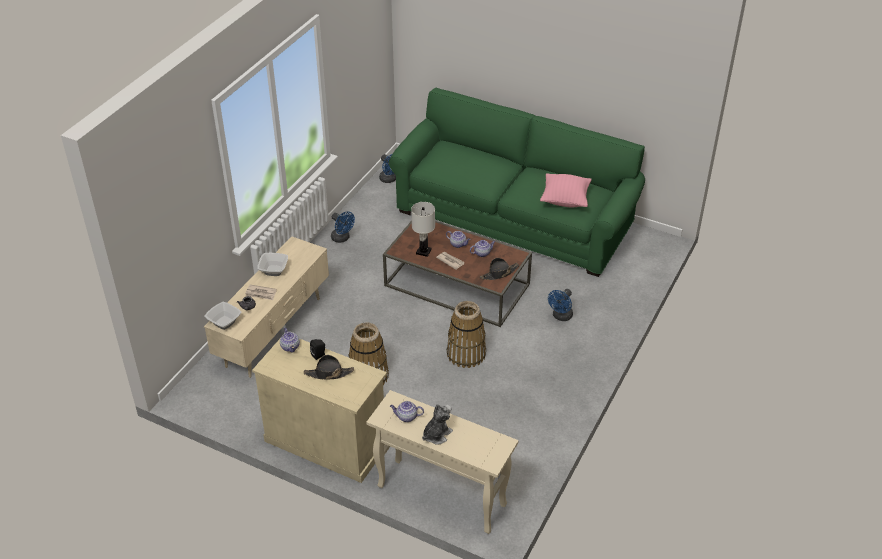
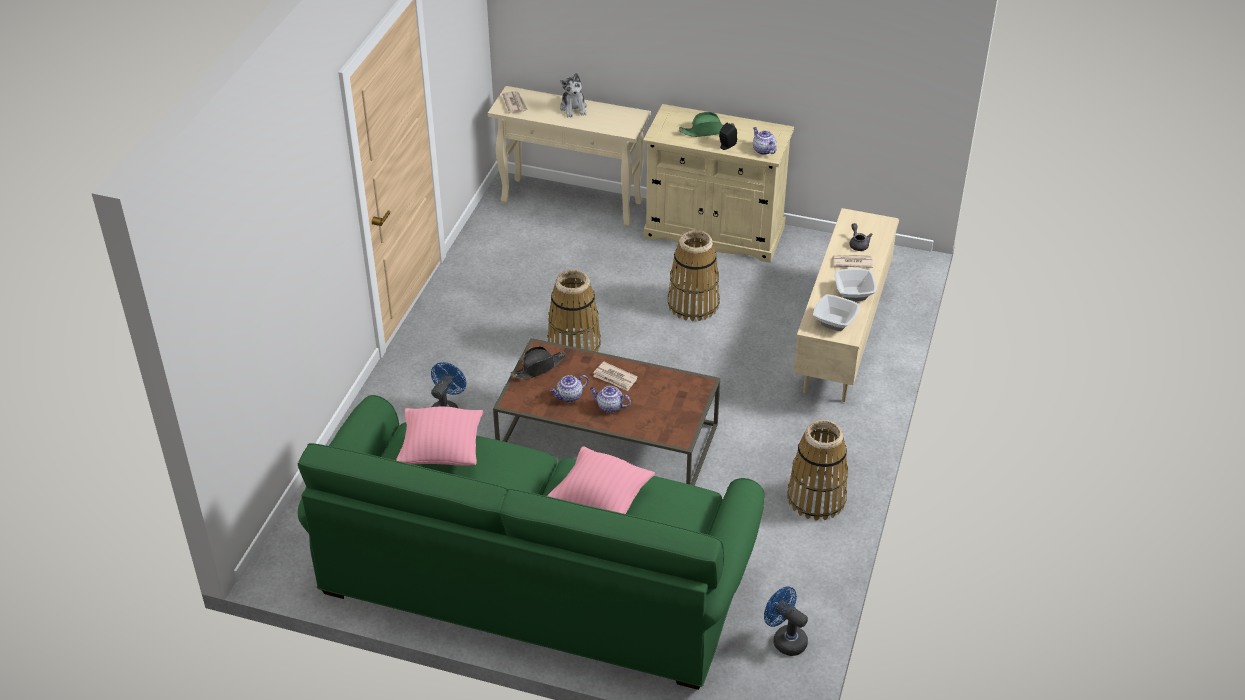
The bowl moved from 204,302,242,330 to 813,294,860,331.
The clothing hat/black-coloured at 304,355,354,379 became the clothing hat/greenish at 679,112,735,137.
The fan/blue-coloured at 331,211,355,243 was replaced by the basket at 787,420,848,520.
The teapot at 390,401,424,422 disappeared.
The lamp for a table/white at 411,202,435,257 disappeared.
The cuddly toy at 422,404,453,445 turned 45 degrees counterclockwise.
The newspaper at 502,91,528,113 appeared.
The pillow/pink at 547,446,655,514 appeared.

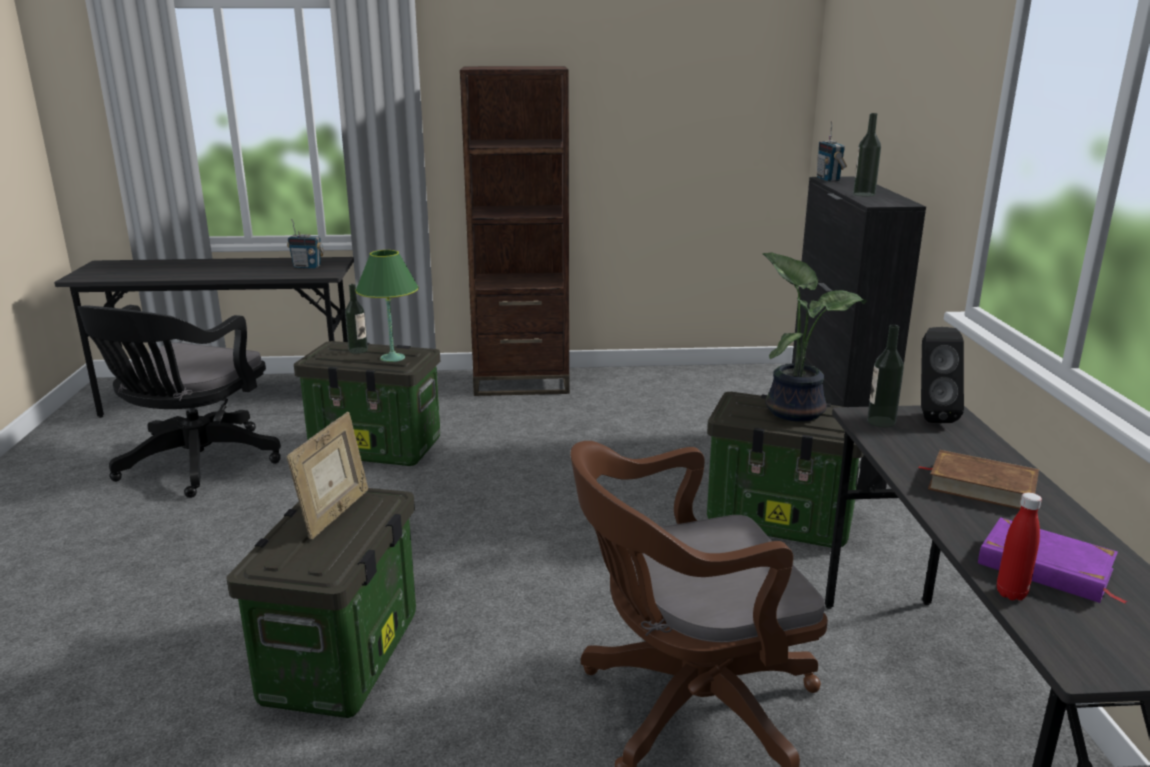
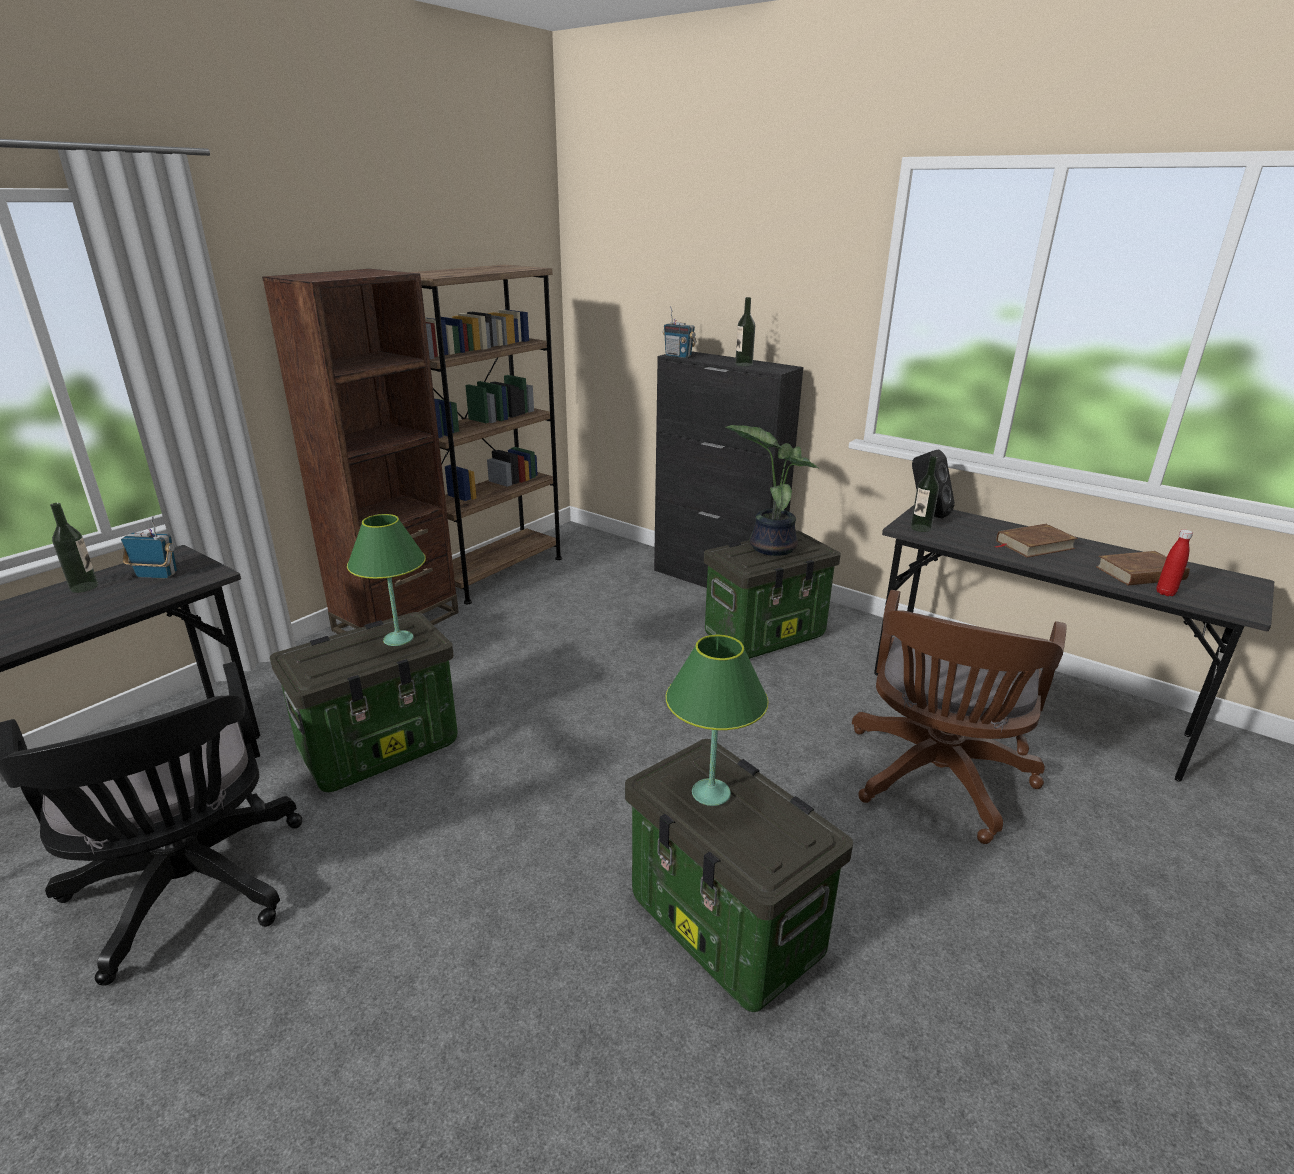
The radio receiver at 287,219,324,269 turned 135 degrees counterclockwise.
The picture frame at 287,412,368,539 was replaced by the lamp for a table/greenish at 666,635,769,806.
The bottle moved from 345,284,368,354 to 50,503,98,593.
The book/purple at 978,517,1128,604 became the book/brown-coloured at 1096,551,1190,585.
The bookshelf/brown-coloured at 409,265,562,604 appeared.

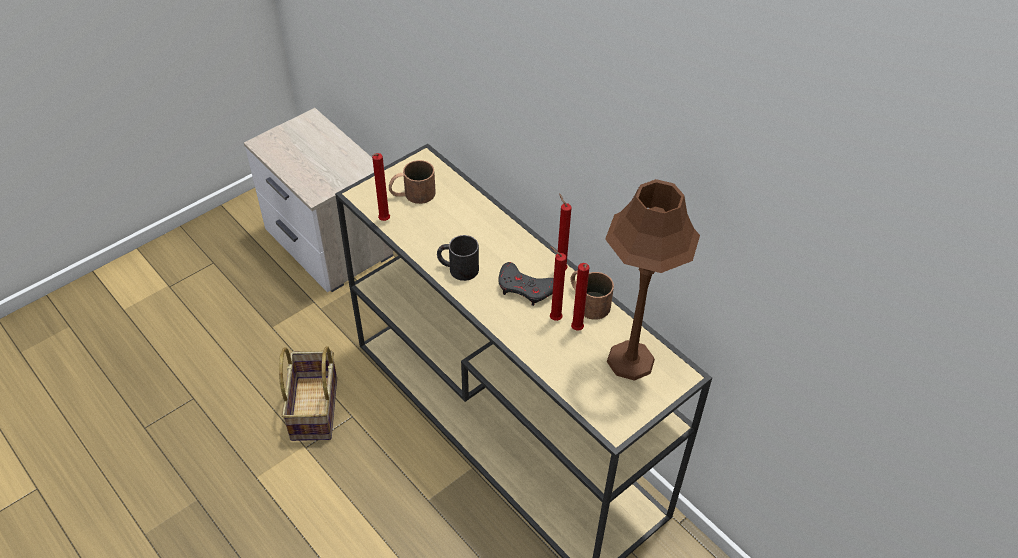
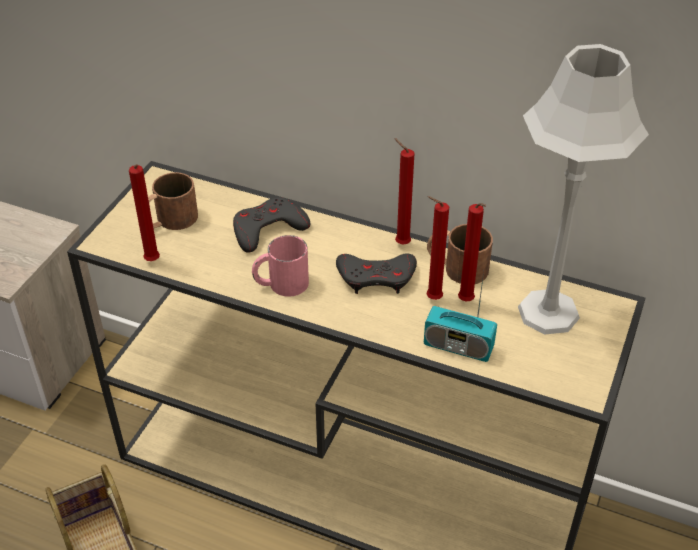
The mug/black-coloured at 437,235,479,281 became the mug/pink at 252,235,309,297.
The lamp for a table/brown-coloured at 605,179,700,381 became the lamp for a table/grey at 518,44,649,334.
The joypad/grey at 233,197,310,253 appeared.
The radio receiver at 424,271,497,362 appeared.

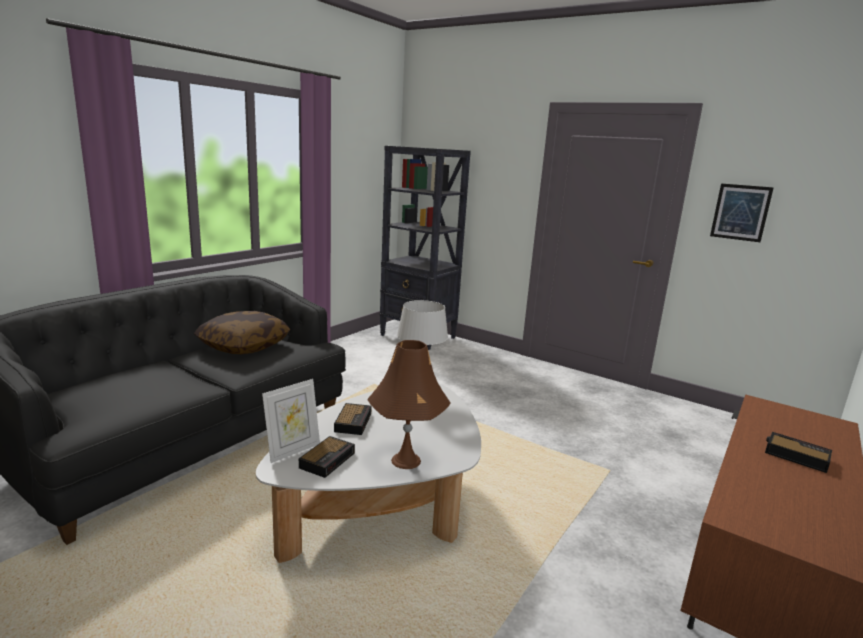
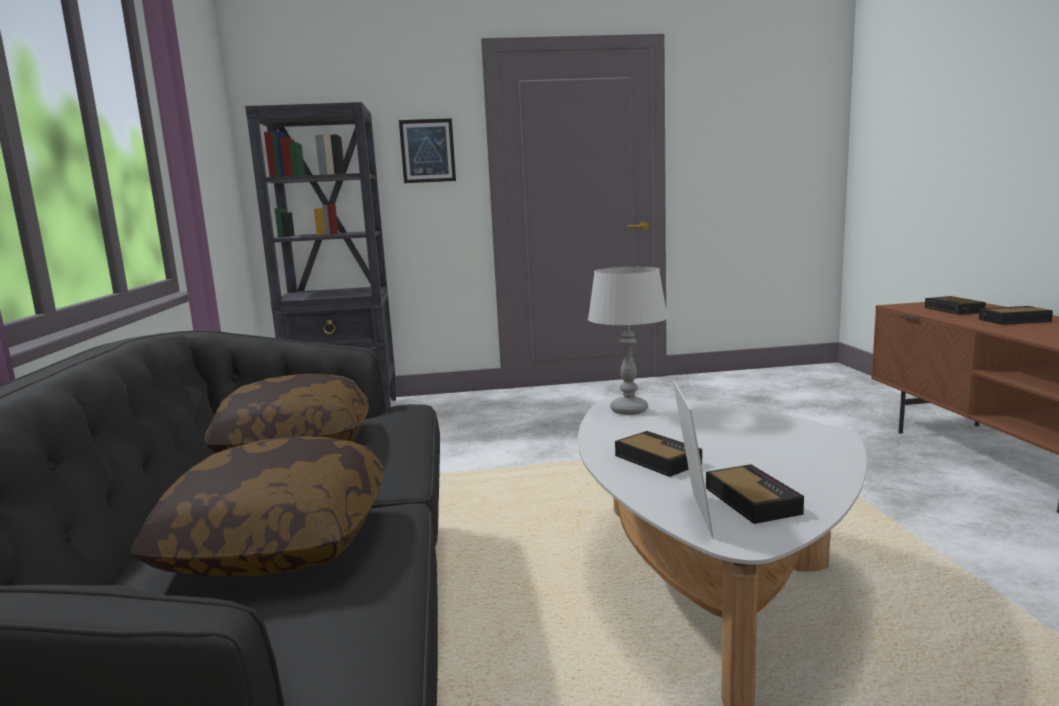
The lamp for a table/brown-coloured at 367,340,451,469 disappeared.
The picture moved from 710,183,774,242 to 399,118,456,183.
The pillow at 129,436,383,577 appeared.
The alarm clock at 925,296,986,315 appeared.

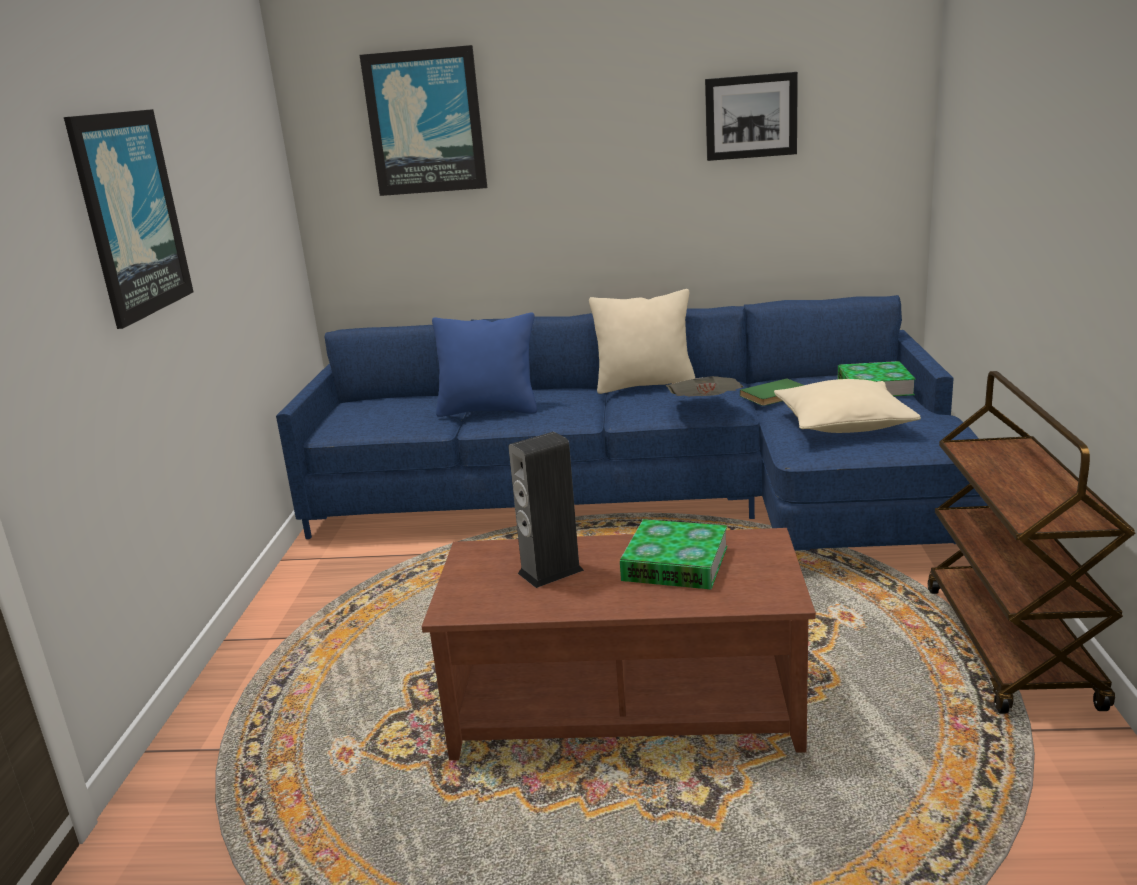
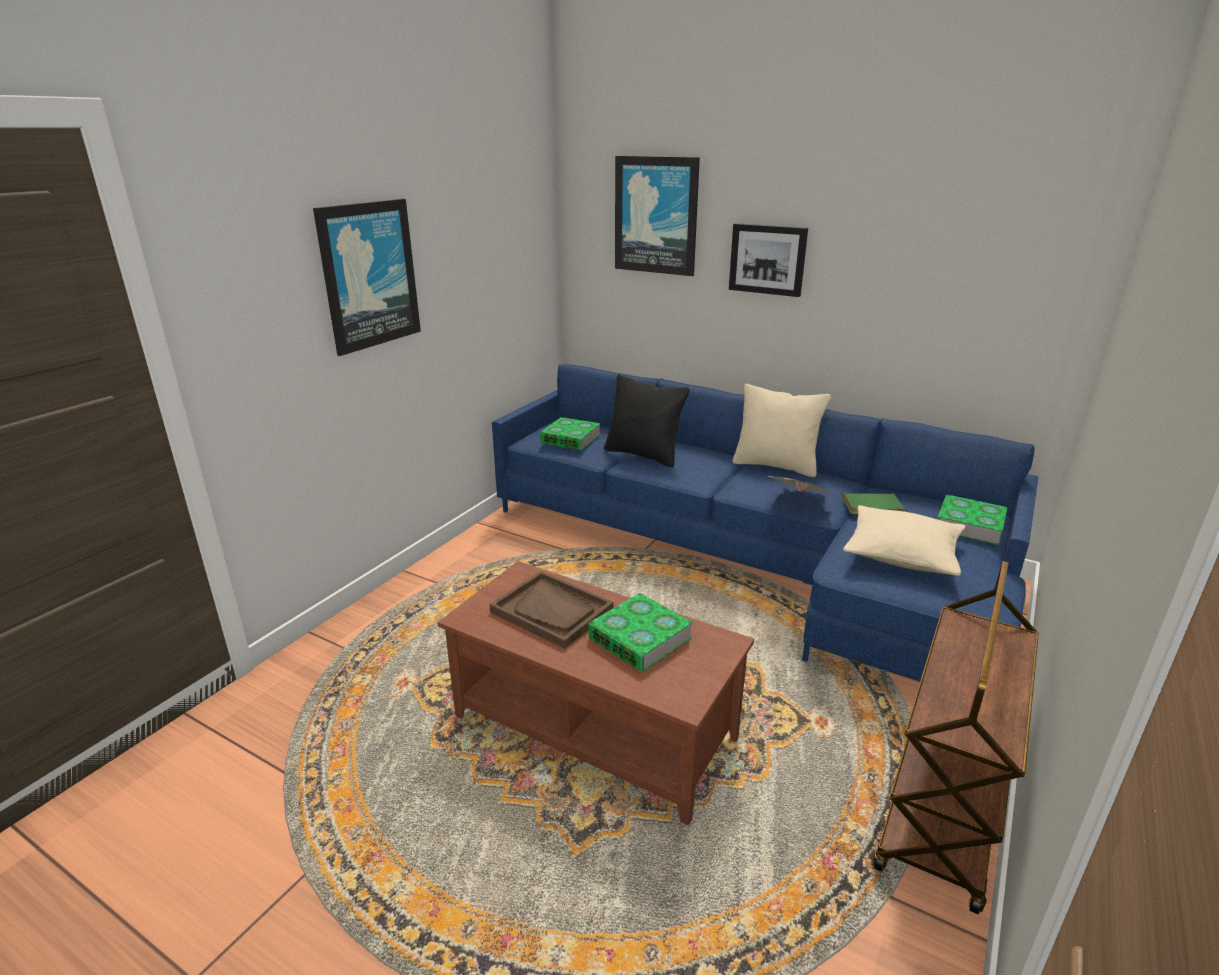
The pillow/blue-coloured at 432,313,537,417 became the pillow/black-coloured at 604,374,690,467.
The loudspeaker at 508,432,584,588 was replaced by the serving tray/brown-coloured at 490,571,614,649.
The picture moved from 705,72,798,161 to 729,223,808,297.
The book at 540,417,601,450 appeared.

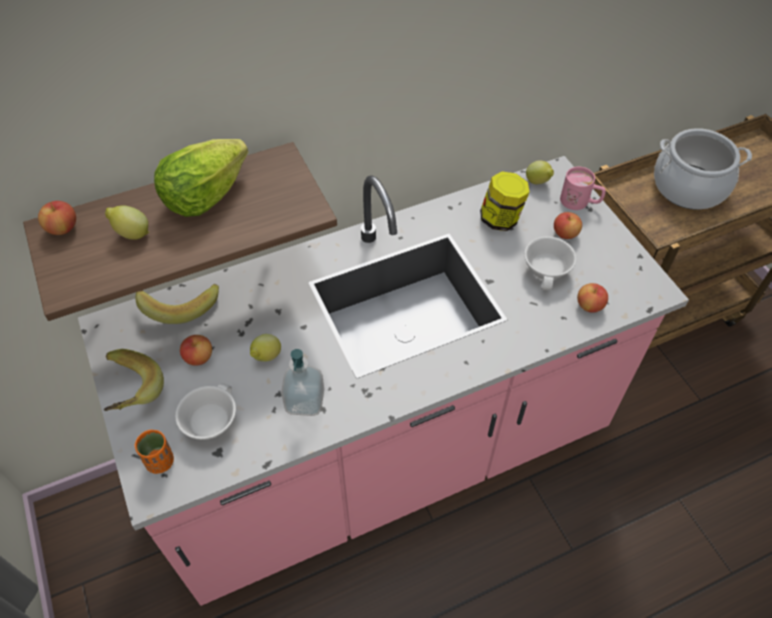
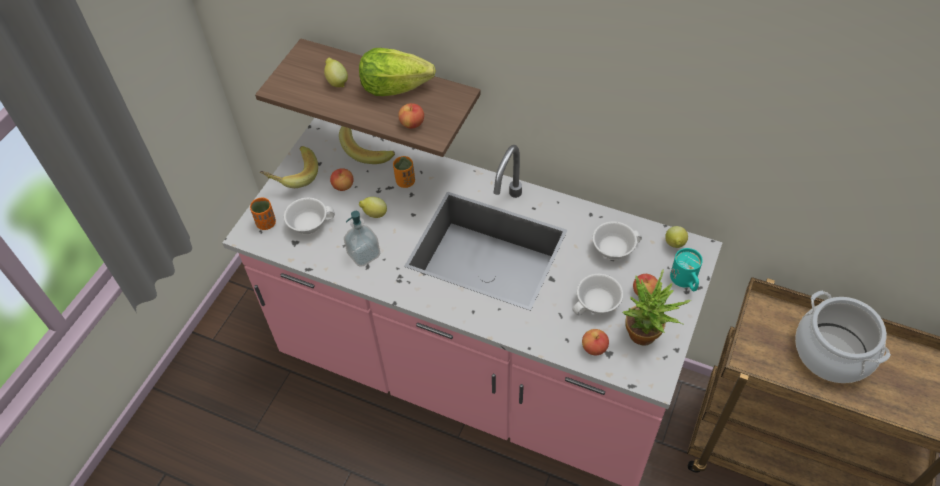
The apple moved from 38,201,76,235 to 398,103,424,129.
The storage jar at 480,171,529,231 was replaced by the small cup/white at 593,221,642,260.
The mug/pink at 560,167,606,210 became the mug/blue-green at 670,248,703,291.
The small cup/orange-coloured at 393,156,415,188 appeared.
The potted plant at 622,269,691,346 appeared.

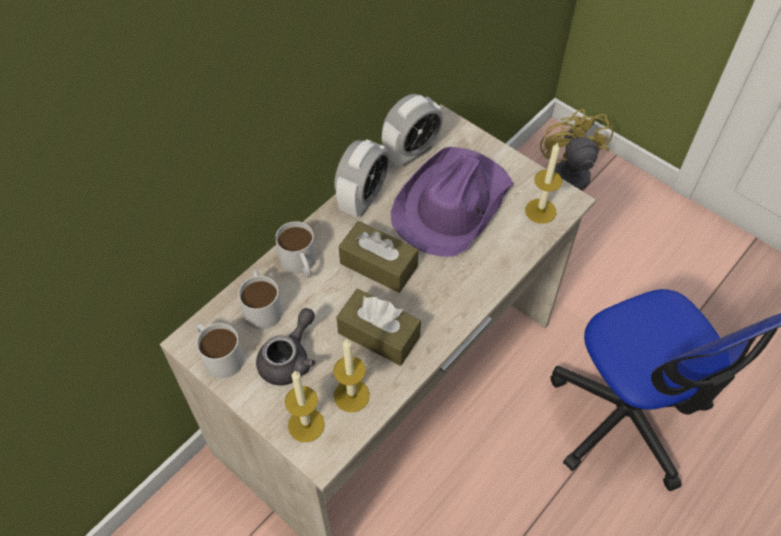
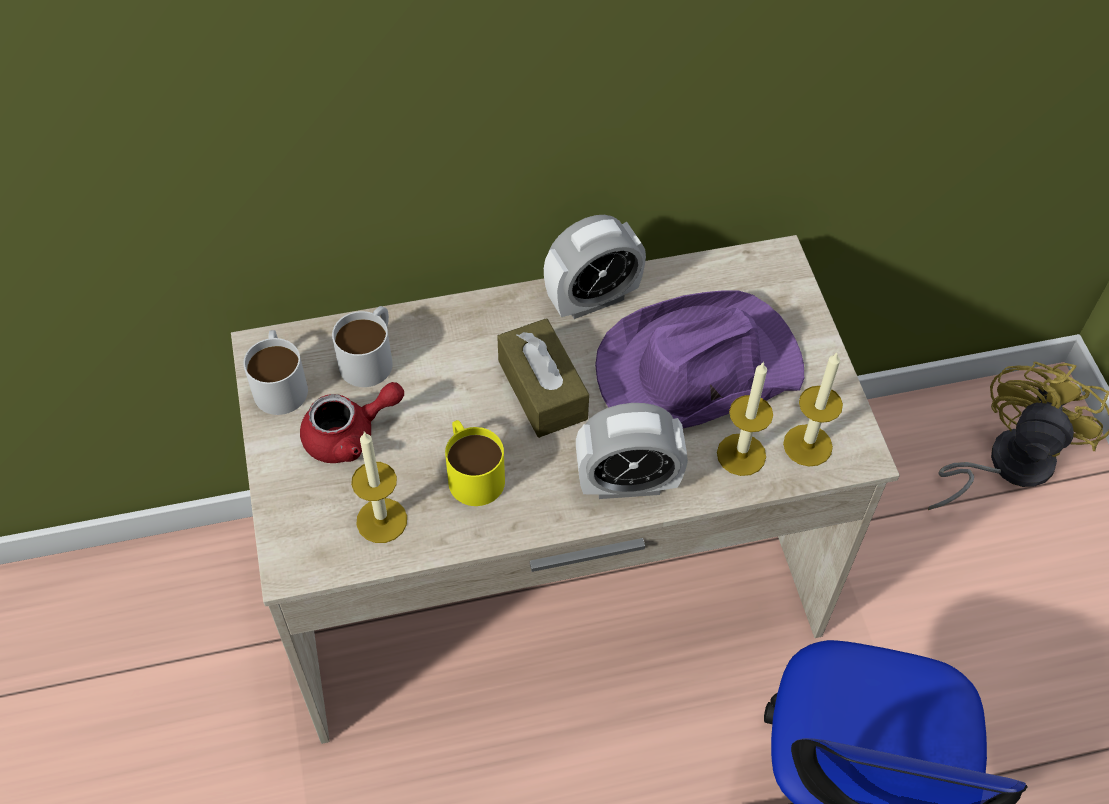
The teapot/grey at 256,308,316,386 became the teapot/red at 300,382,404,463.
The mug/white at 275,221,316,278 disappeared.
The wax candle moved from 285,371,325,442 to 717,361,773,476.
The tissue holder/brown-coloured at 336,289,421,366 was replaced by the mug/yellowish at 445,420,505,506.
The alarm clock moved from 382,94,443,167 to 576,403,688,499.

